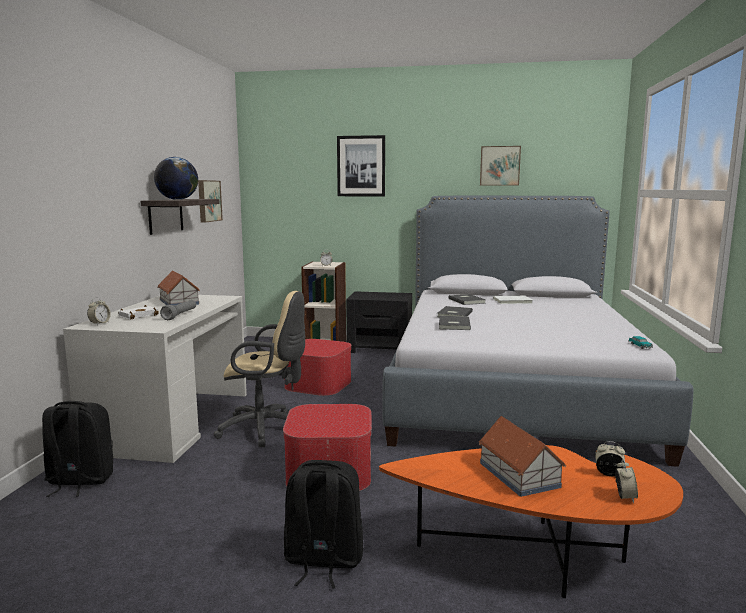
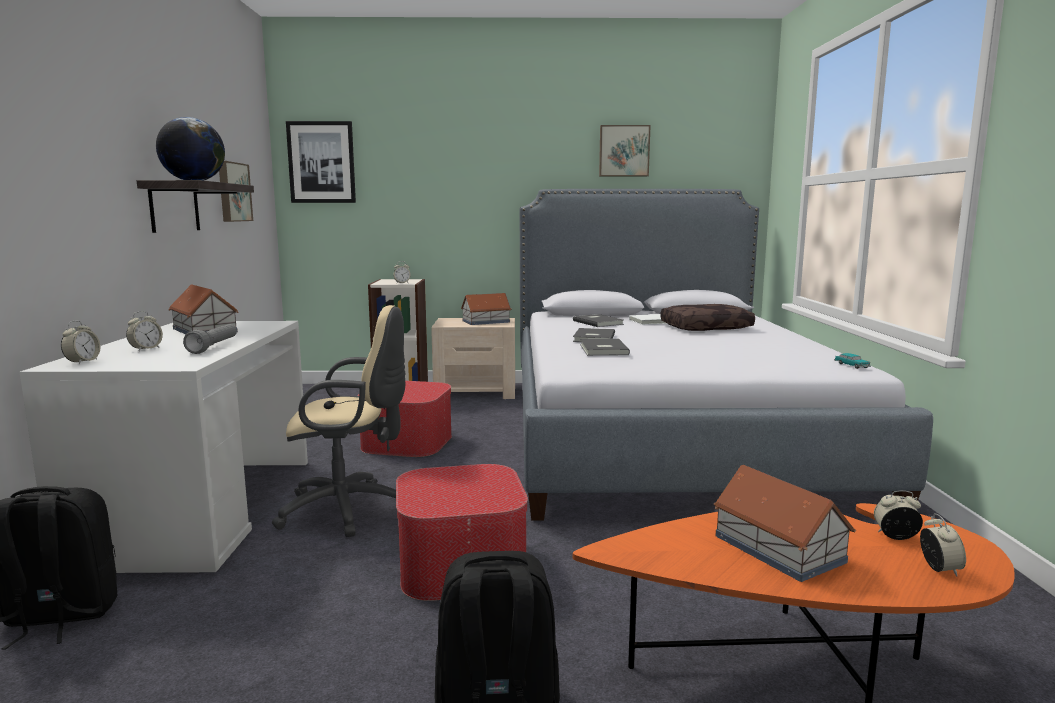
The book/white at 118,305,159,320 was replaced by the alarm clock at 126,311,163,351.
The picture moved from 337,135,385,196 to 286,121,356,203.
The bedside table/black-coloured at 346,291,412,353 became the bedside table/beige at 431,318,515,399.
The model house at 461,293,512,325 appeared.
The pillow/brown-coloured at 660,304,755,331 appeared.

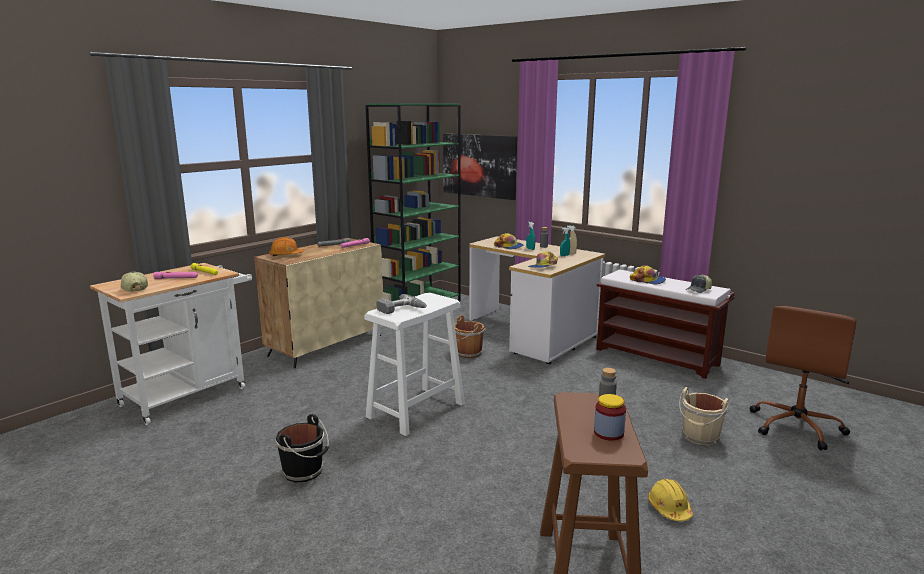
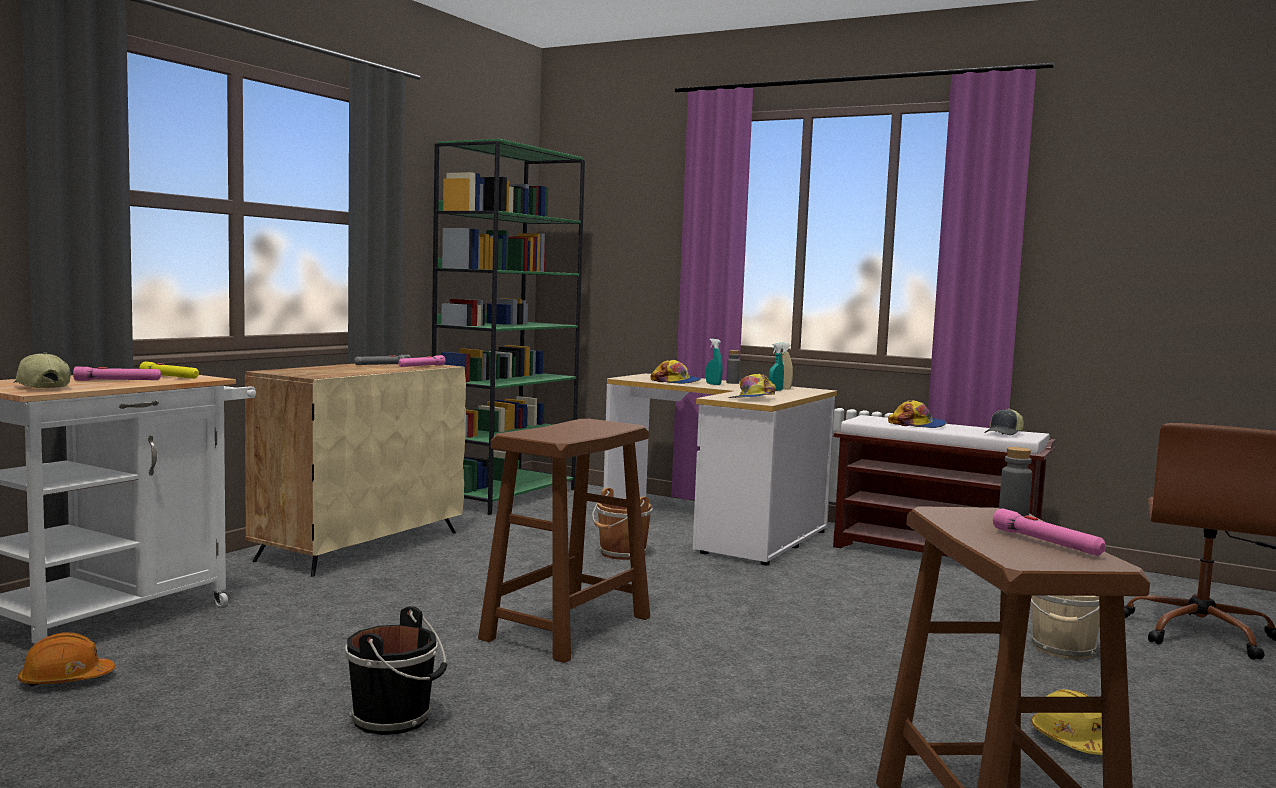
The safety helmet/orange-coloured moved from 269,237,304,256 to 18,632,115,687.
The sitting stool/white at 364,293,465,436 became the sitting stool/brown-coloured at 478,419,650,663.
The power drill at 376,294,427,314 disappeared.
The picture at 443,134,517,200 disappeared.
The storage jar at 594,394,626,441 was replaced by the torch/pink at 993,508,1106,556.

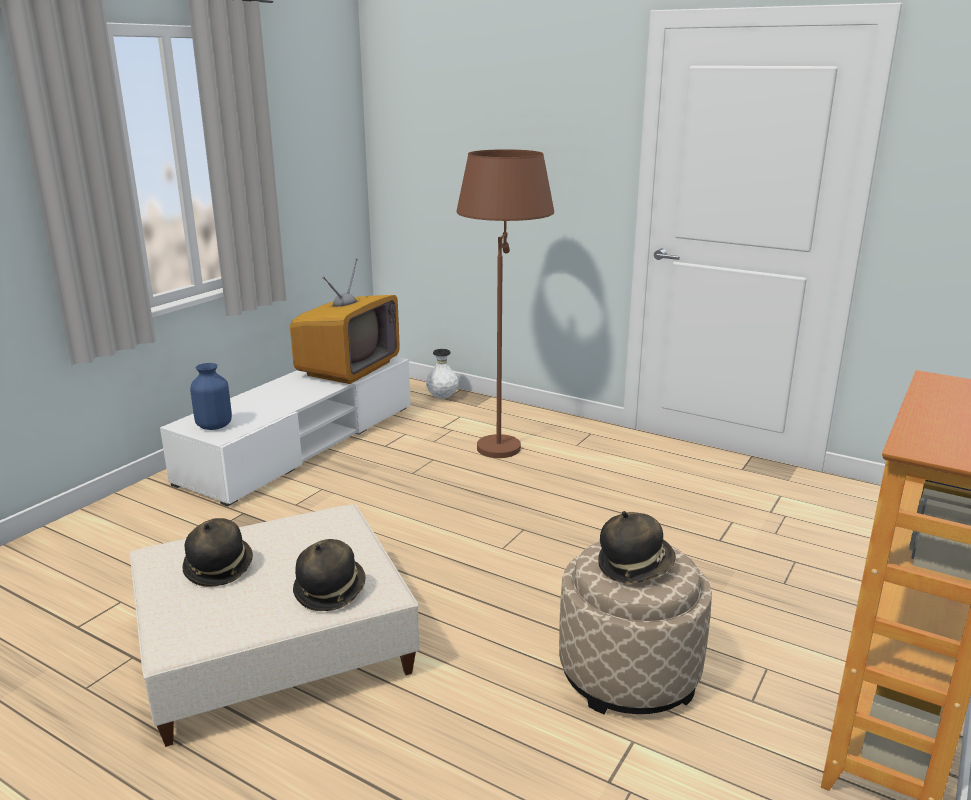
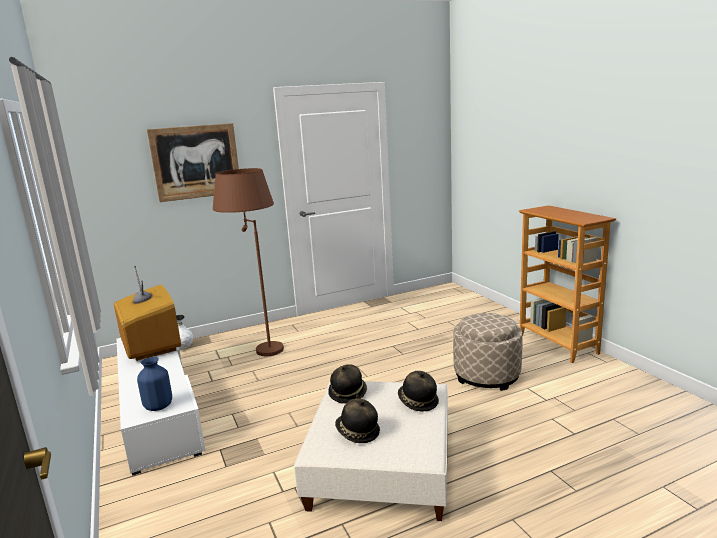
The clothing hat moved from 598,511,676,583 to 328,364,367,404.
The picture at 147,123,239,202 appeared.

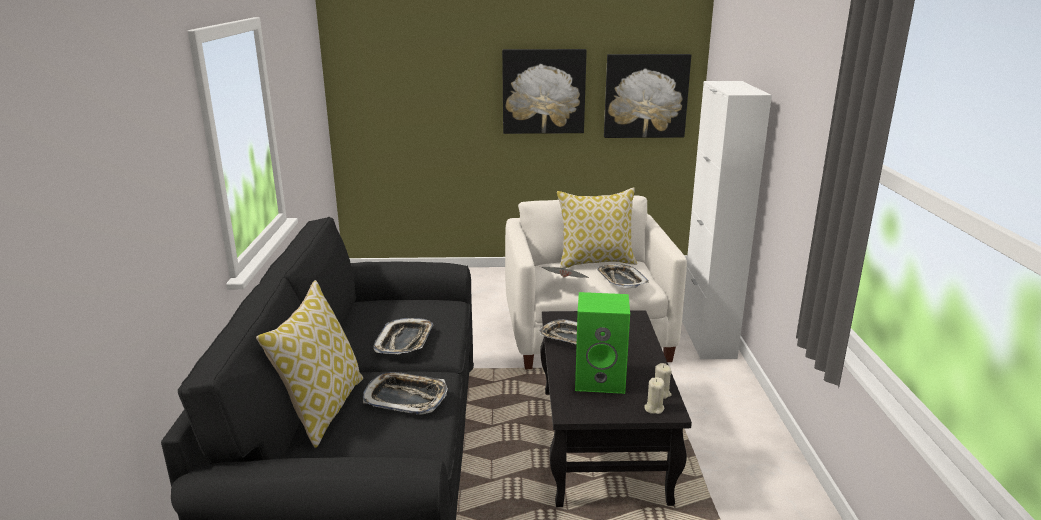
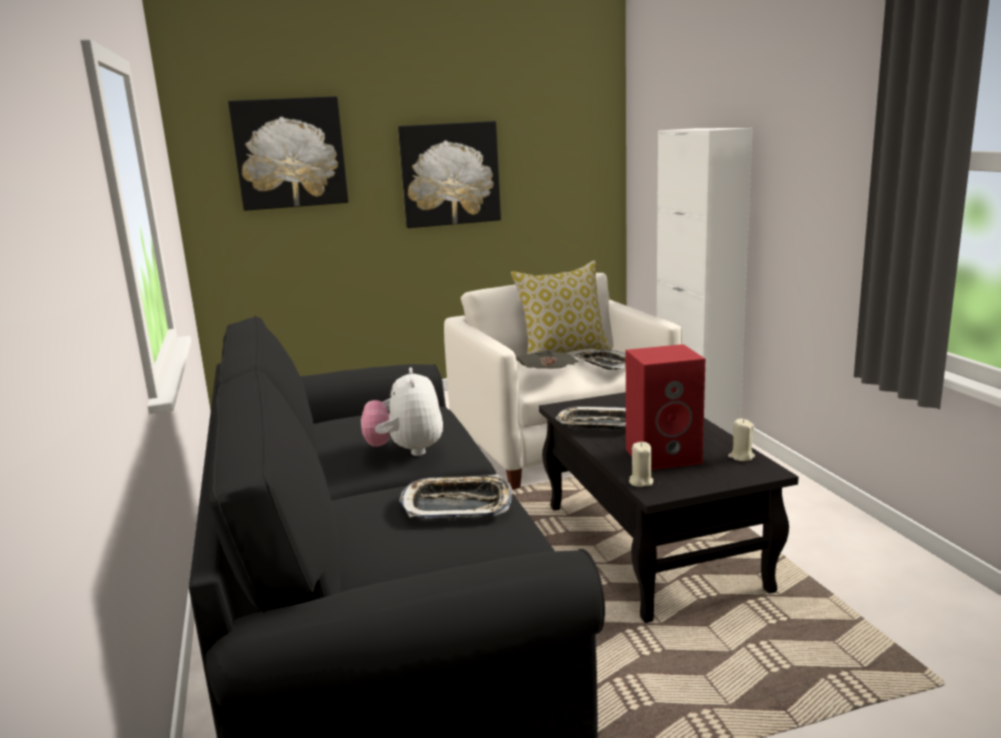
The pillow at 256,280,363,448 disappeared.
The serving tray at 373,318,434,354 was replaced by the cuddly toy at 361,368,443,456.
The loudspeaker/greenish at 575,292,630,394 became the loudspeaker/red at 626,344,705,470.
The picture moved from 604,54,691,138 to 228,96,348,211.
The wax candle/beige moved from 644,377,665,414 to 629,442,653,487.

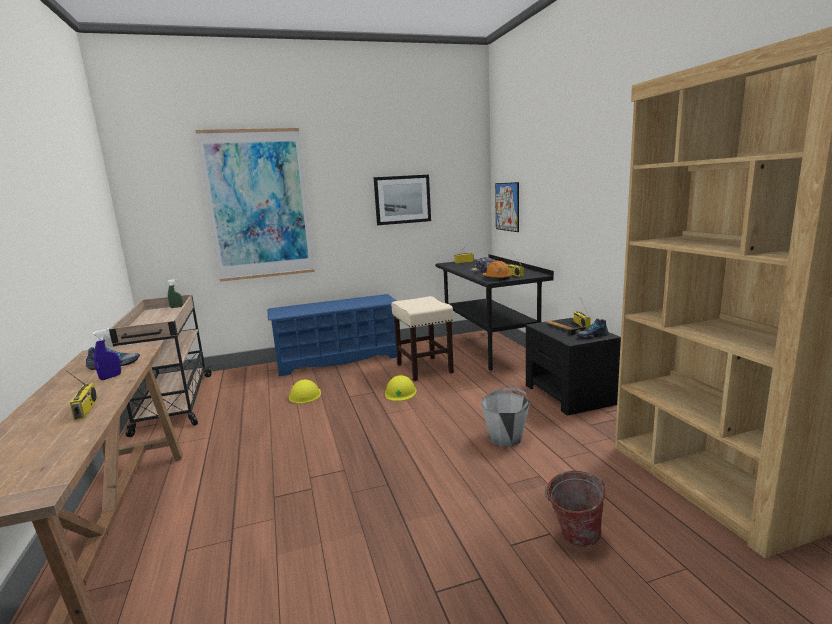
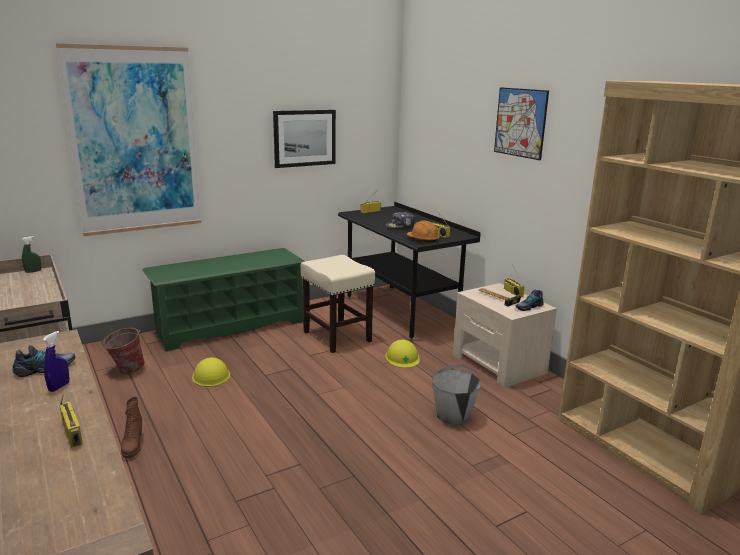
The shoe stand/blue-coloured at 267,294,397,376 became the shoe stand/greenish at 143,248,305,352.
The safety helmet/yellowish moved from 385,375,417,401 to 385,339,420,368.
The picture moved from 495,182,519,232 to 494,87,549,160.
The bedside table/black-coloured at 526,318,621,415 became the bedside table/beige at 453,283,557,388.
The water bucket moved from 544,471,605,547 to 100,328,145,374.
The boot/brown-coloured at 121,397,142,458 appeared.

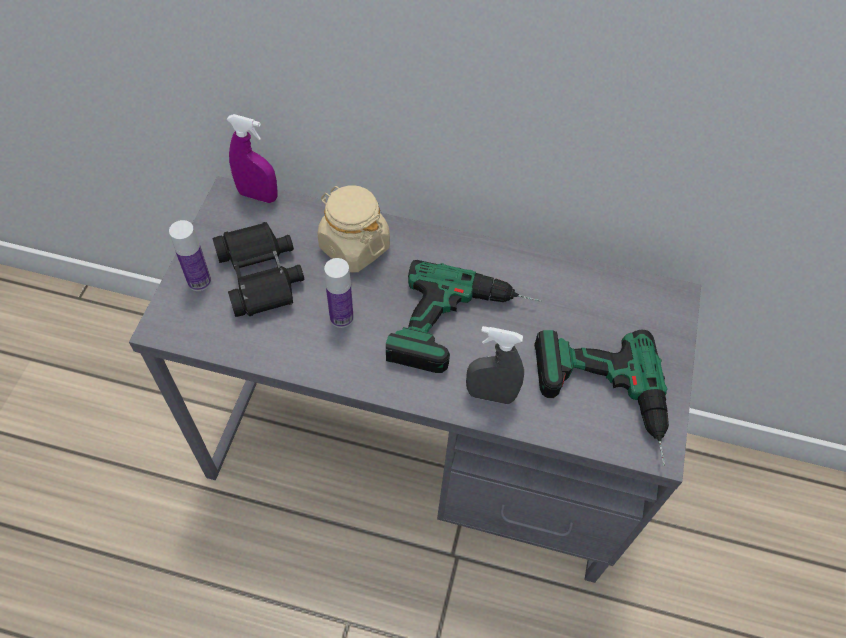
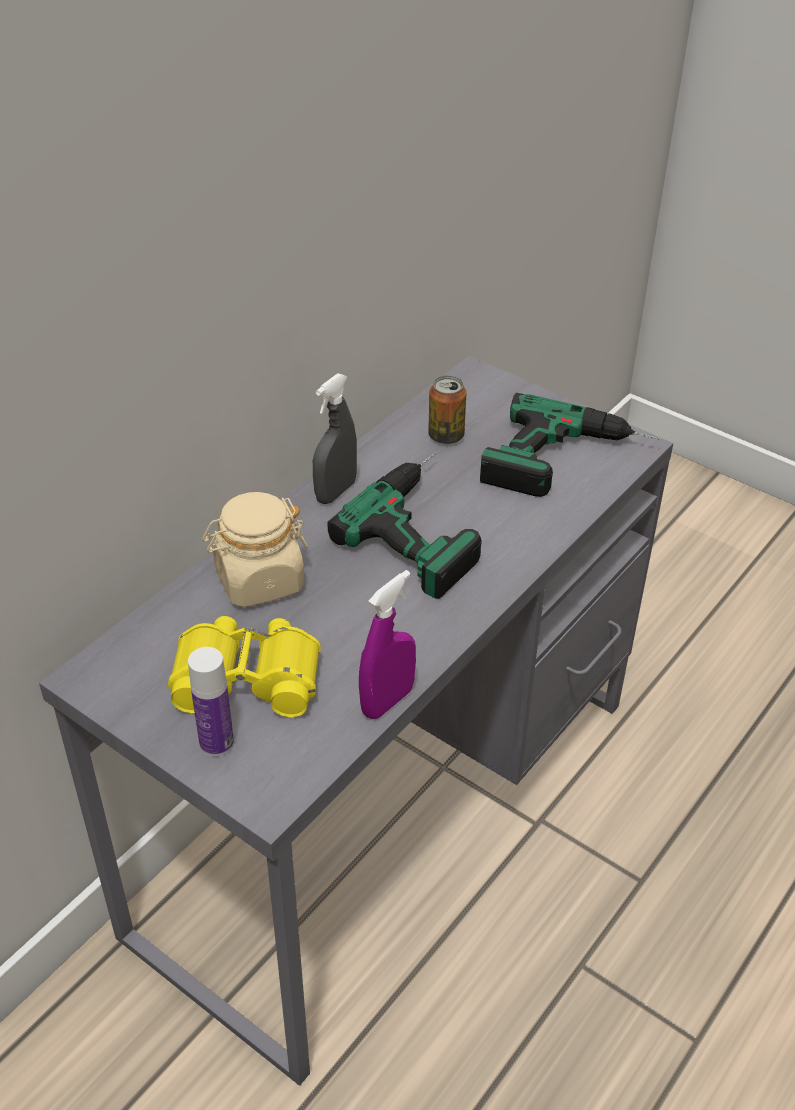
The field glasses/black-coloured at 212,222,304,317 became the field glasses/yellowish at 168,616,321,717.
The hand sprayer/purple moved from 227,114,278,203 to 359,570,416,719.
The bottle at 324,258,354,328 disappeared.
The hand sprayer/grey moved from 466,326,524,404 to 313,373,357,504.
The metal can at 428,376,466,444 appeared.

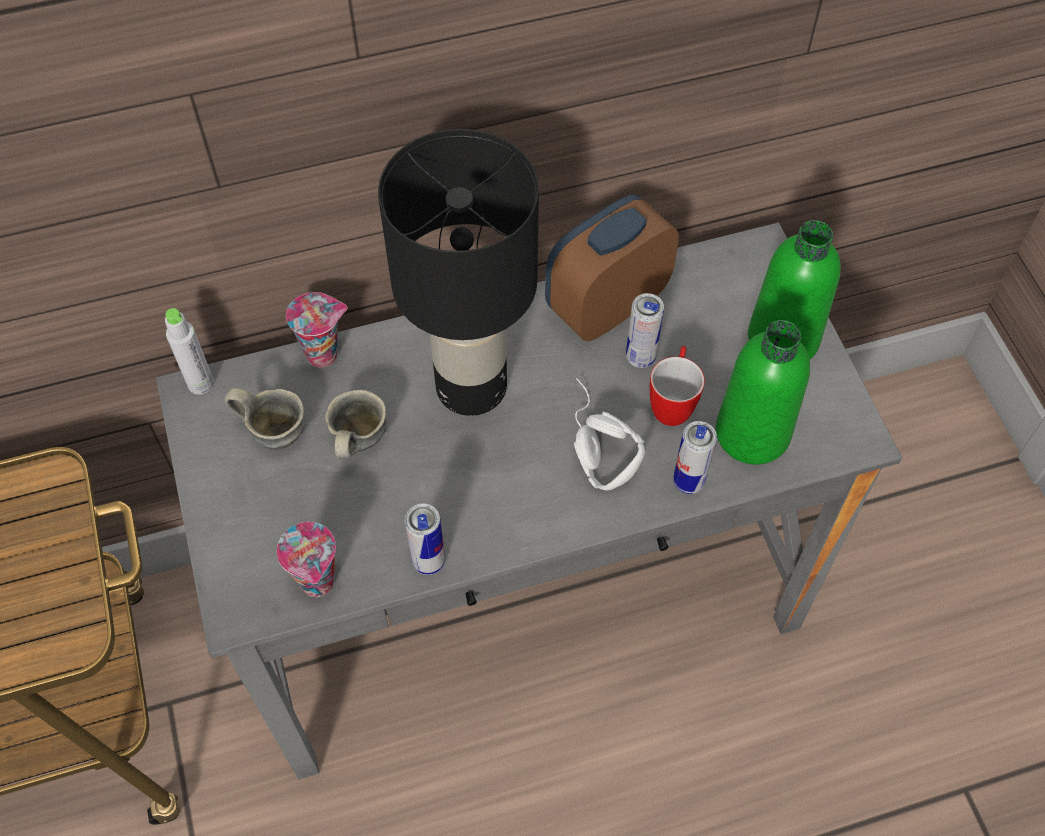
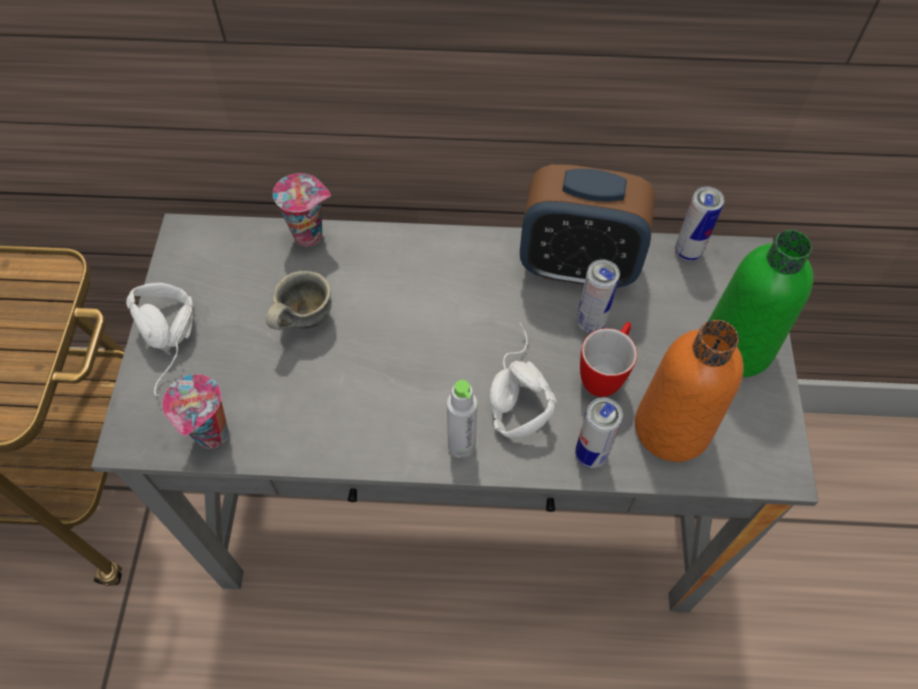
The bottle/grey moved from 165,308,214,395 to 447,380,477,458.
The mug/grey at 225,388,304,450 disappeared.
The lamp for a table/black-coloured at 378,129,539,416 disappeared.
The metal can moved from 405,503,445,575 to 675,186,724,261.
The alarm clock at 545,194,679,341 turned 150 degrees counterclockwise.
The bottle/greenish at 716,320,810,465 became the bottle/orange-coloured at 635,320,744,462.
The headphones/white at 126,283,193,396 appeared.

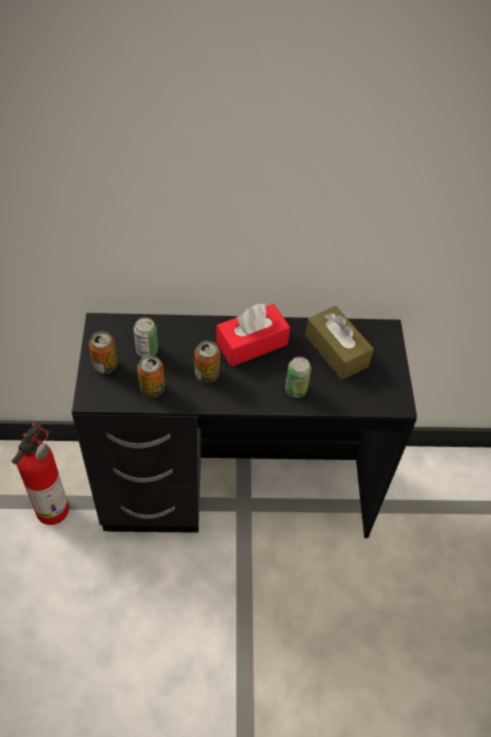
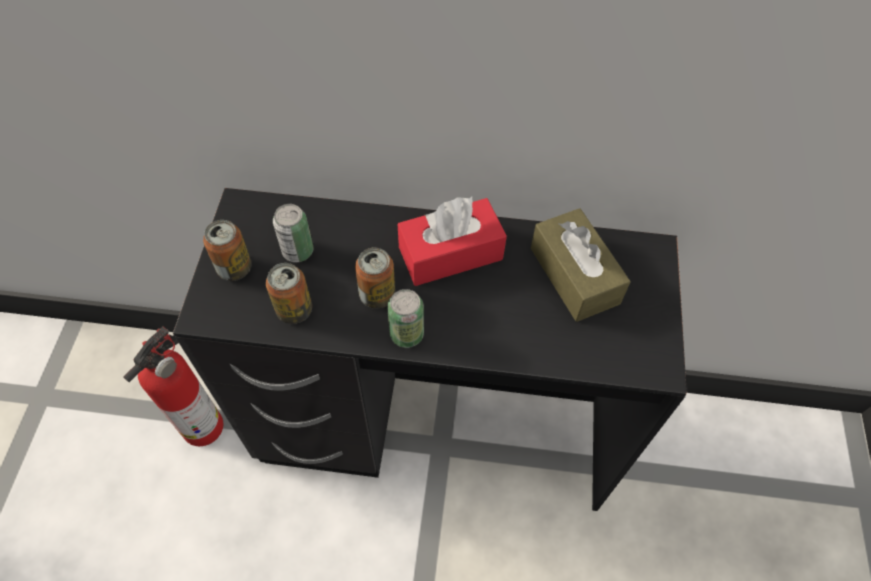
The metal can moved from 285,357,311,398 to 387,289,424,348.

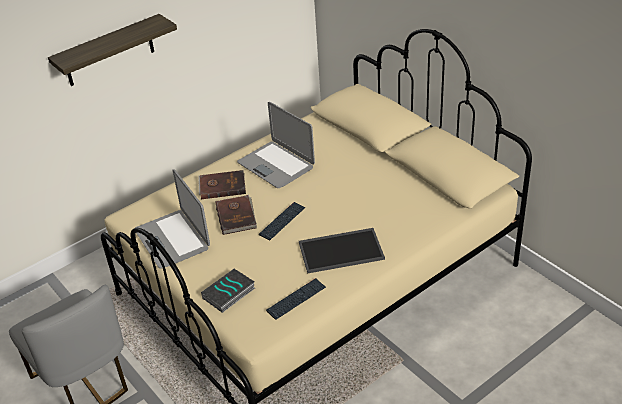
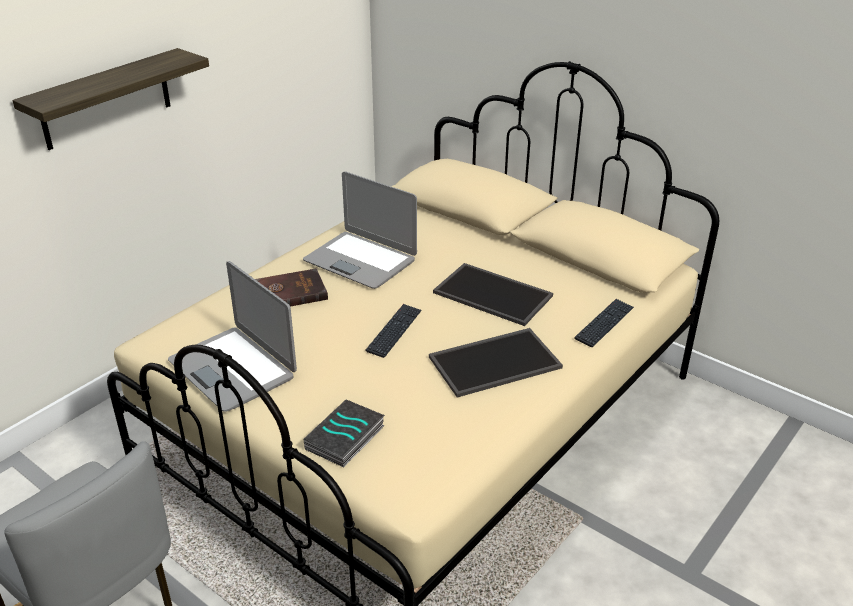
The book/brown-coloured at 216,195,257,235 disappeared.
The computer keyboard moved from 266,278,326,320 to 574,299,634,347.
The serving tray at 433,263,553,326 appeared.

